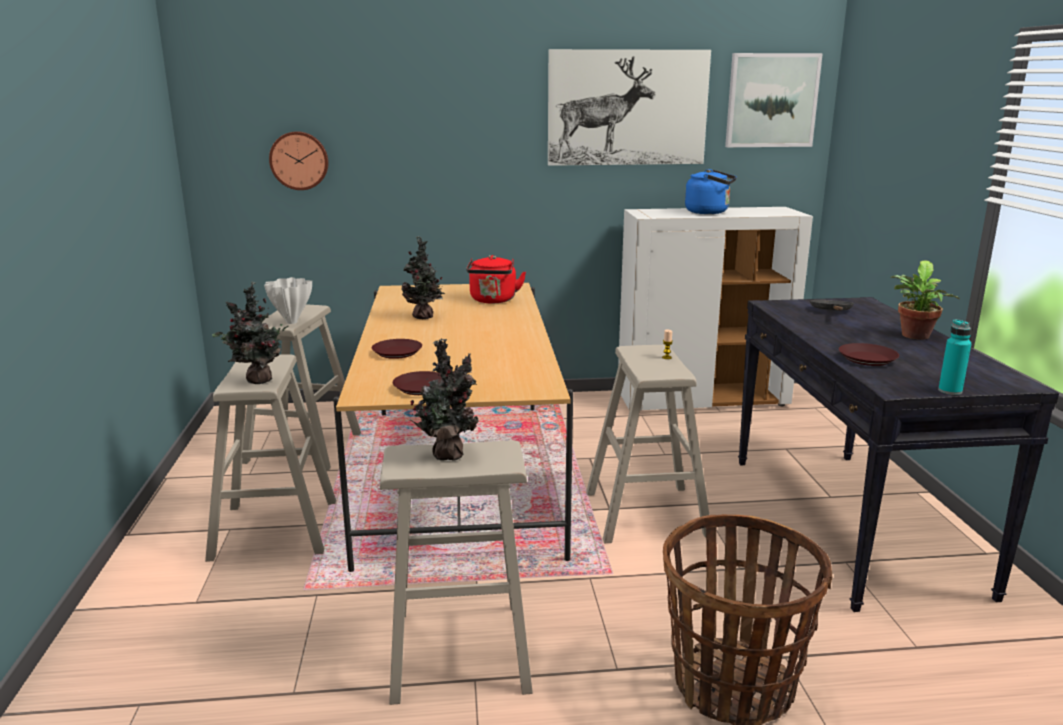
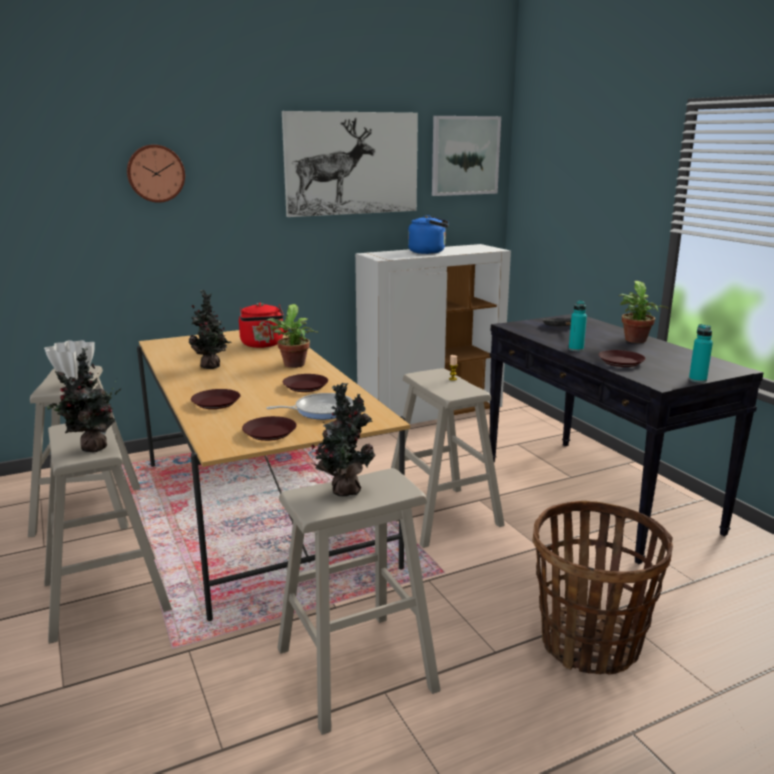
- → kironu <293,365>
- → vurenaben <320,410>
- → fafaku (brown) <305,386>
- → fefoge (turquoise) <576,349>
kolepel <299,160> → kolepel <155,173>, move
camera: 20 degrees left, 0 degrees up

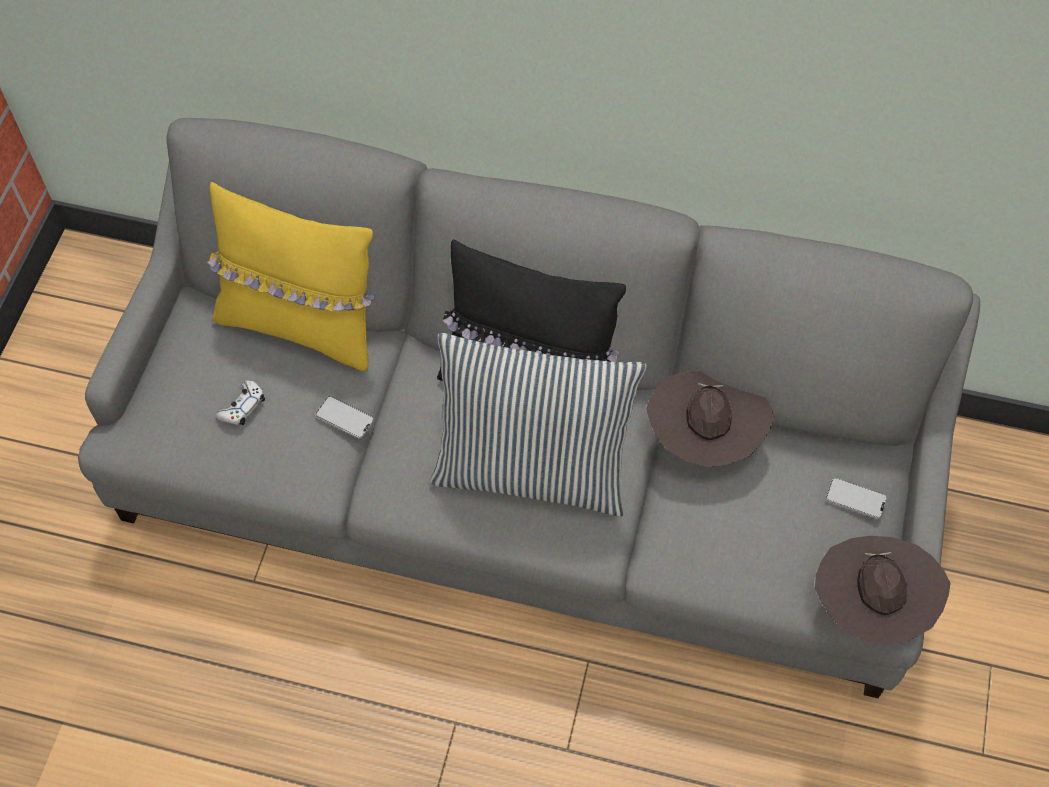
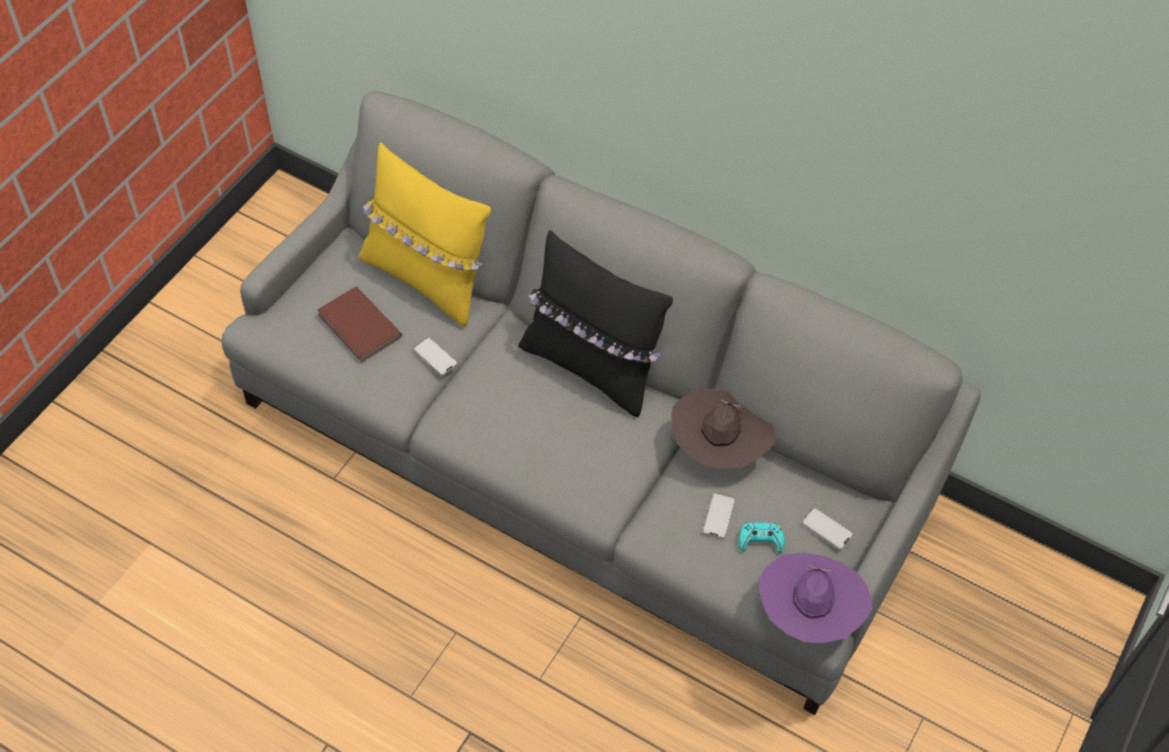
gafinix <532,470> → -
- → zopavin <718,516>
- → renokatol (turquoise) <760,540>
renokatol (white) <242,407> → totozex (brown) <358,327>
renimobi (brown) <870,606> → renimobi (purple) <807,615>
camera: 15 degrees right, 5 degrees down

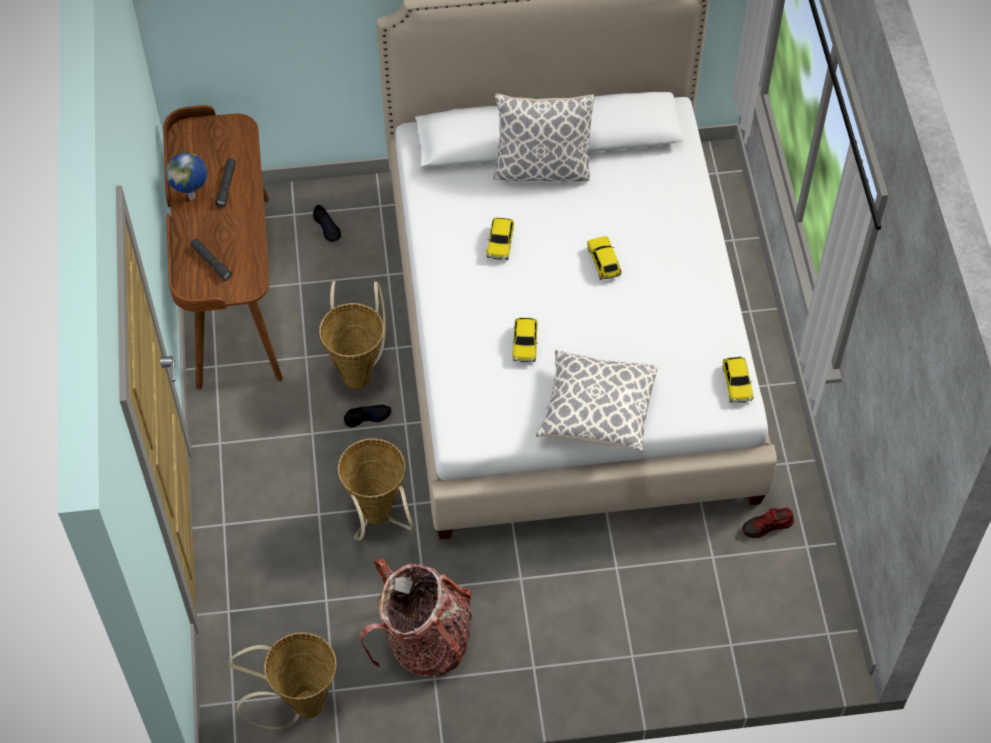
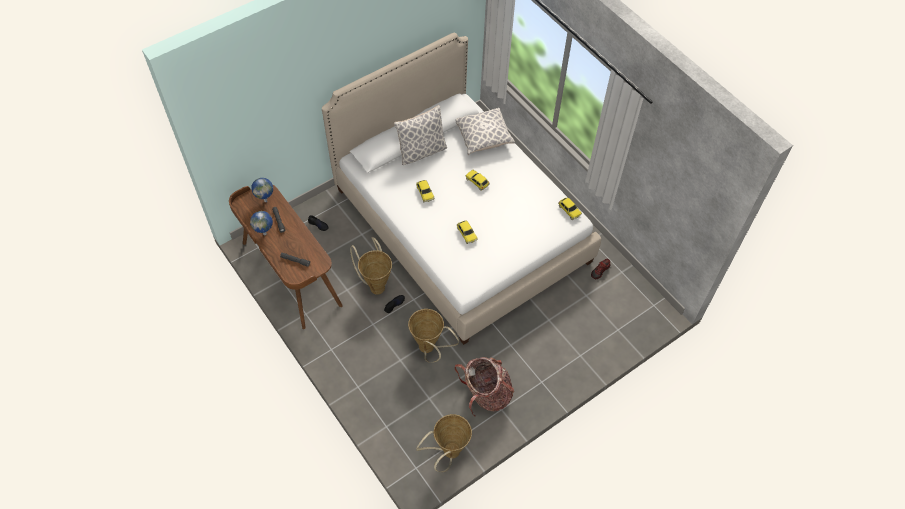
- → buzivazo <266,200>
gafinix <596,412> → gafinix <483,137>, move
camera: 30 degrees left, 0 degrees up

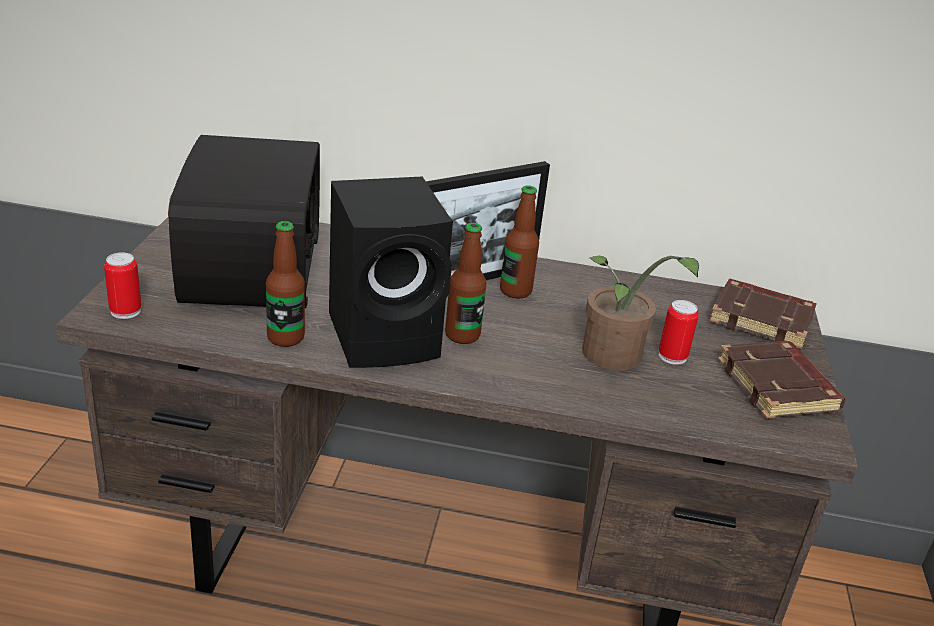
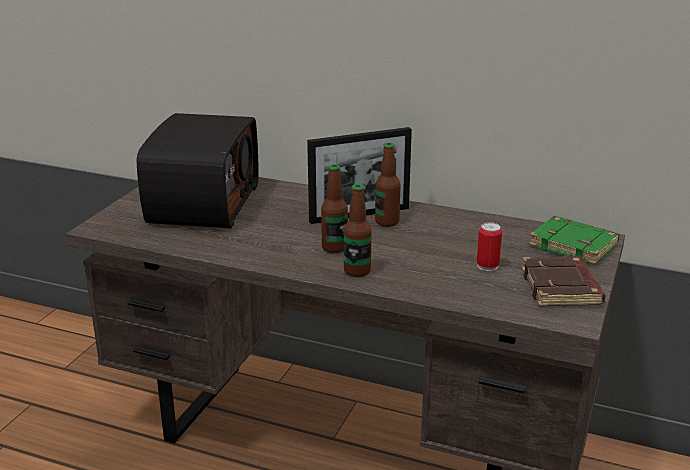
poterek <125,311> → -
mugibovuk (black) <388,336> → -
kironu <614,359> → -
fefoge <285,338> → fefoge <357,271>, move
totozex (brown) <762,320> → totozex (green) <574,245>
camera: 15 degrees right, 5 degrees down

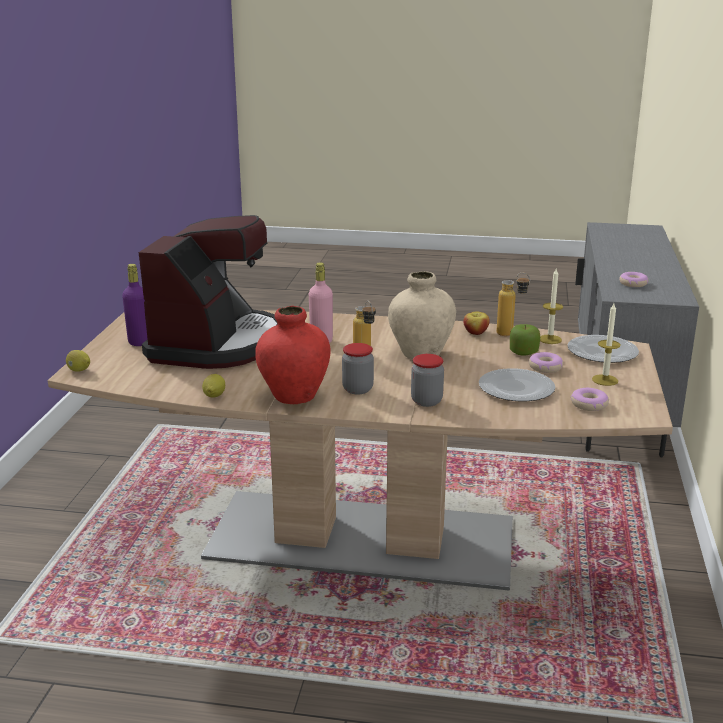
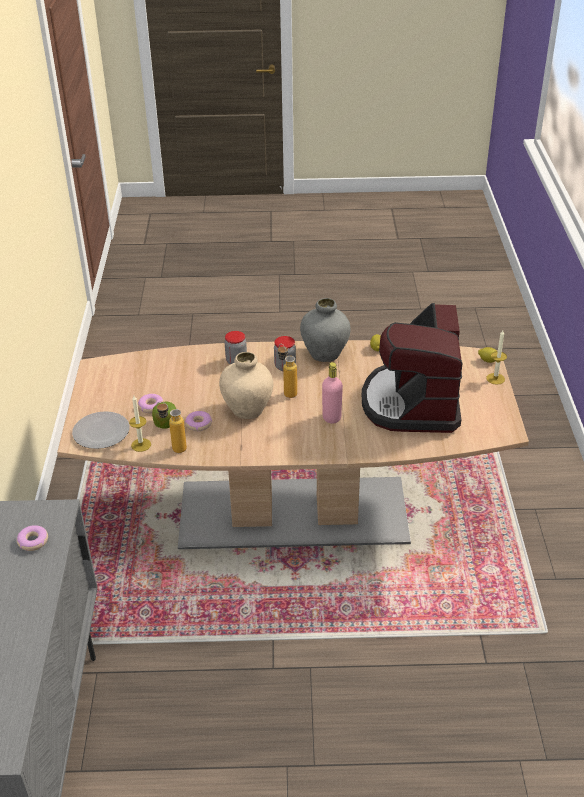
fefoge (purple) <139,342> → -
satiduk <475,332> → -
fafaku <515,388> → -
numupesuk <589,404> → numupesuk <198,424>, move
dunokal <605,380> → dunokal <495,378>, move
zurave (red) <294,396> → zurave (grey) <325,355>
camera: 170 degrees right, 15 degrees up

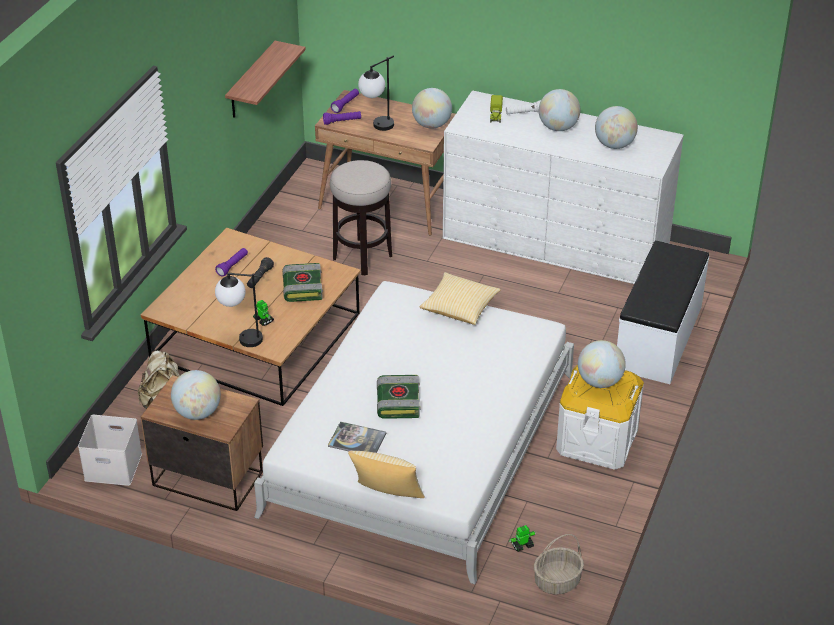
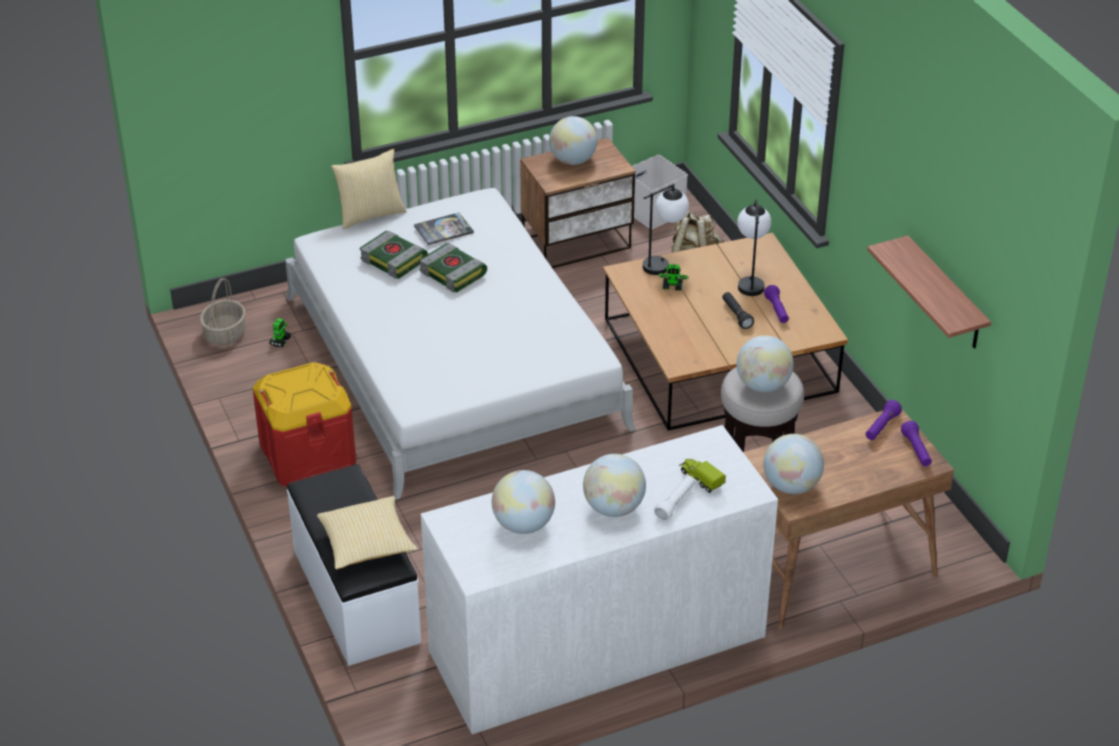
totozex <302,287> → totozex <395,260>, move
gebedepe <377,128> → gebedepe <750,281>, move
gafinix <460,307> → gafinix <367,544>, move
buzivazo <599,381> → buzivazo <763,385>, move
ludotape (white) <597,440> → ludotape (red) <307,454>
camera: 135 degrees right, 0 degrees up

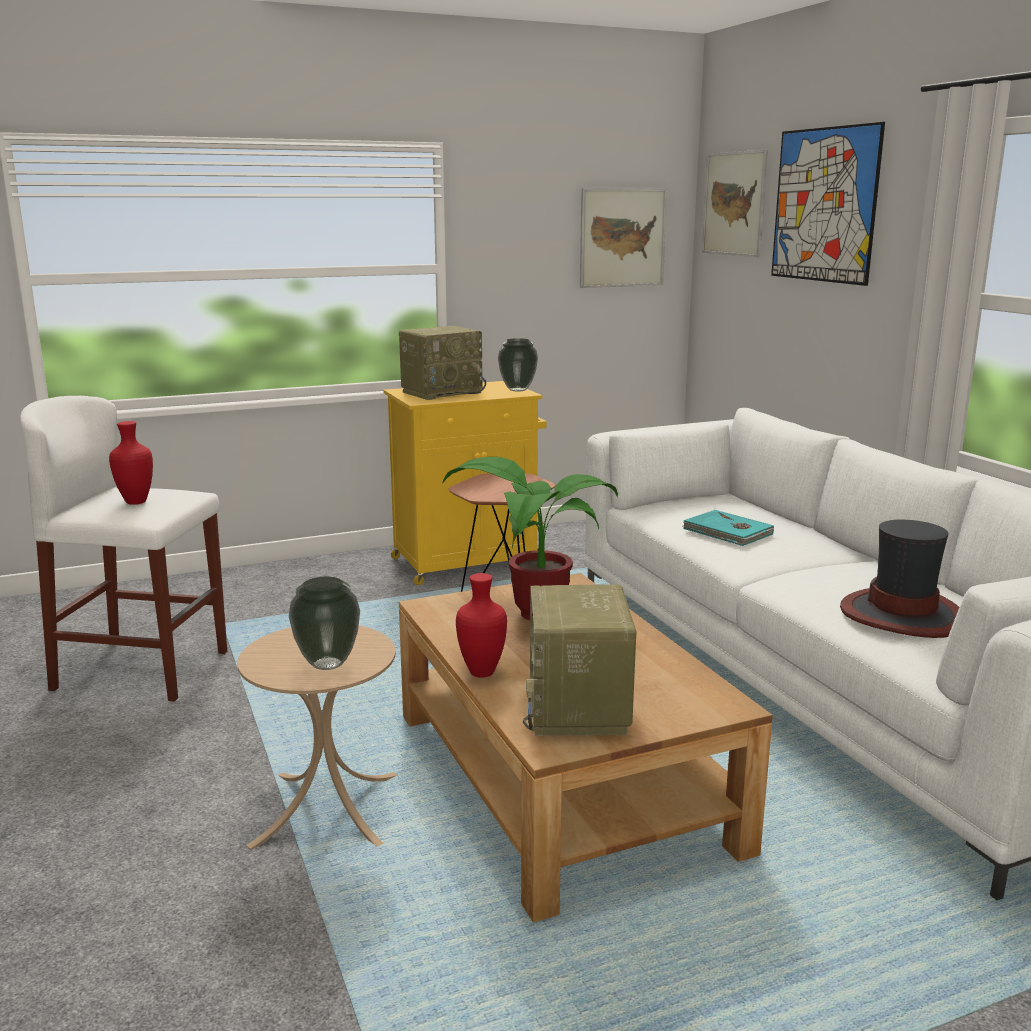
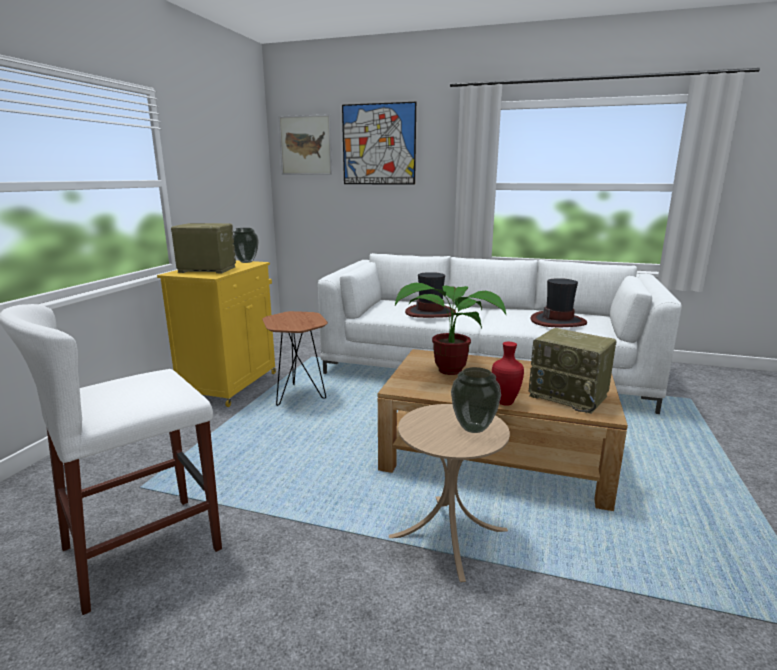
zurave (red) <134,502> → -
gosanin <622,238> → -
totozex (turquoise) <727,532> → renimobi <430,312>
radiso <442,392> → radiso <206,270>, 90 degrees counterclockwise
camera: 50 degrees left, 0 degrees up

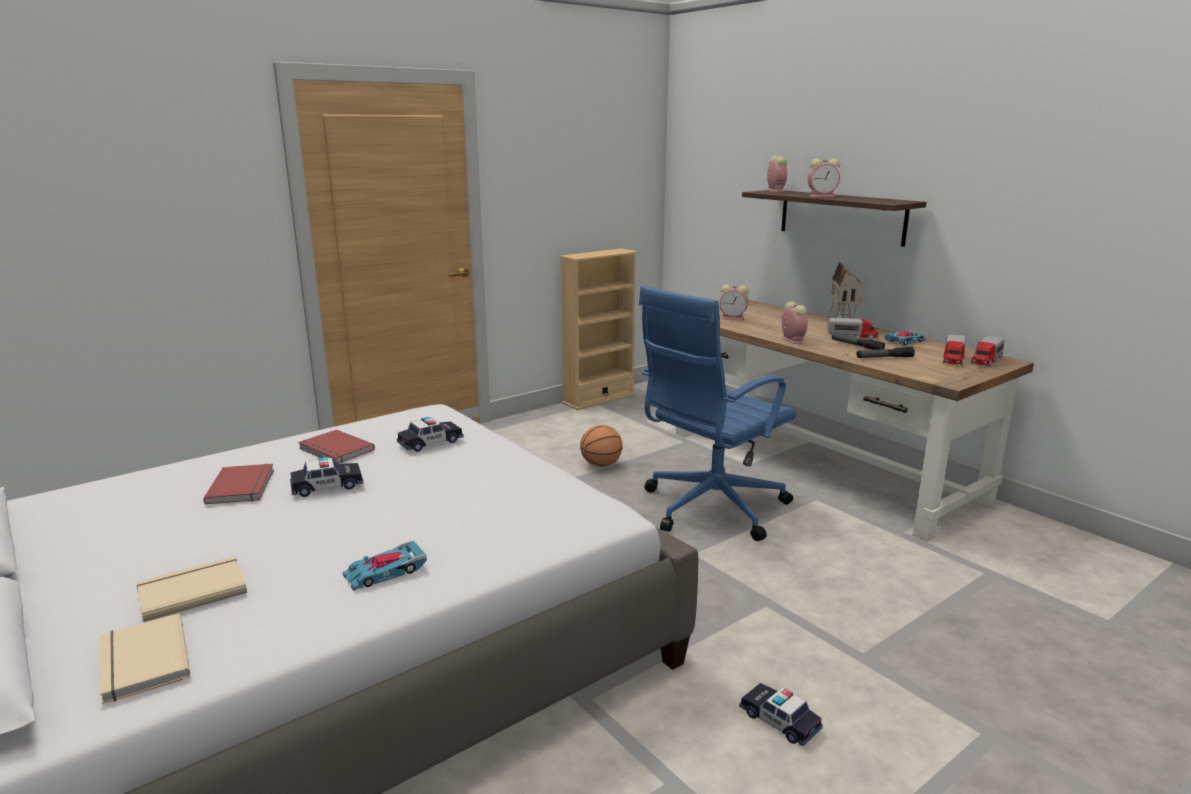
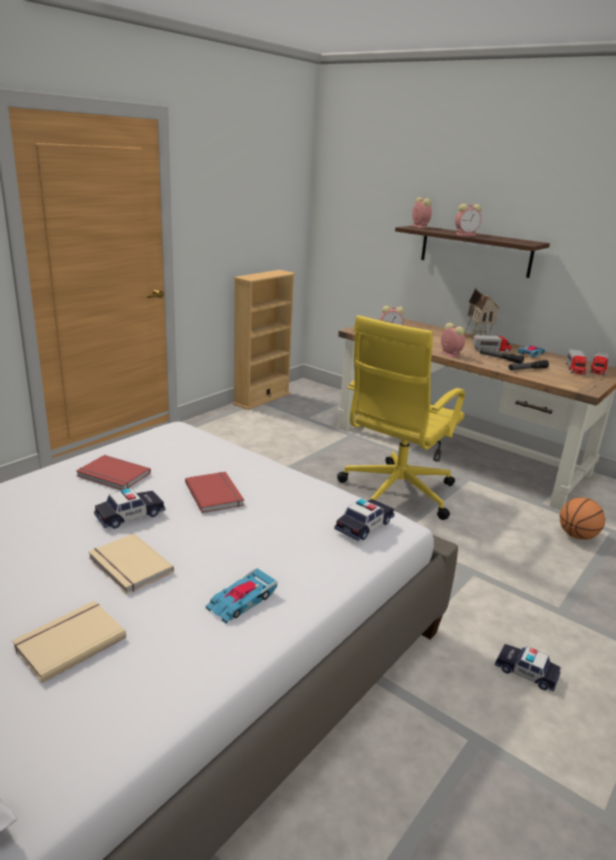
totozex (beige) <140,661> → totozex (beige) <128,566>, move
totozex (red) <243,486> → totozex (red) <216,493>, move
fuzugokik <430,442> → fuzugokik <364,525>, move
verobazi <601,465> → verobazi <577,536>, move
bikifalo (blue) <710,508> → bikifalo (yellow) <395,493>
camera: 15 degrees left, 5 degrees up

